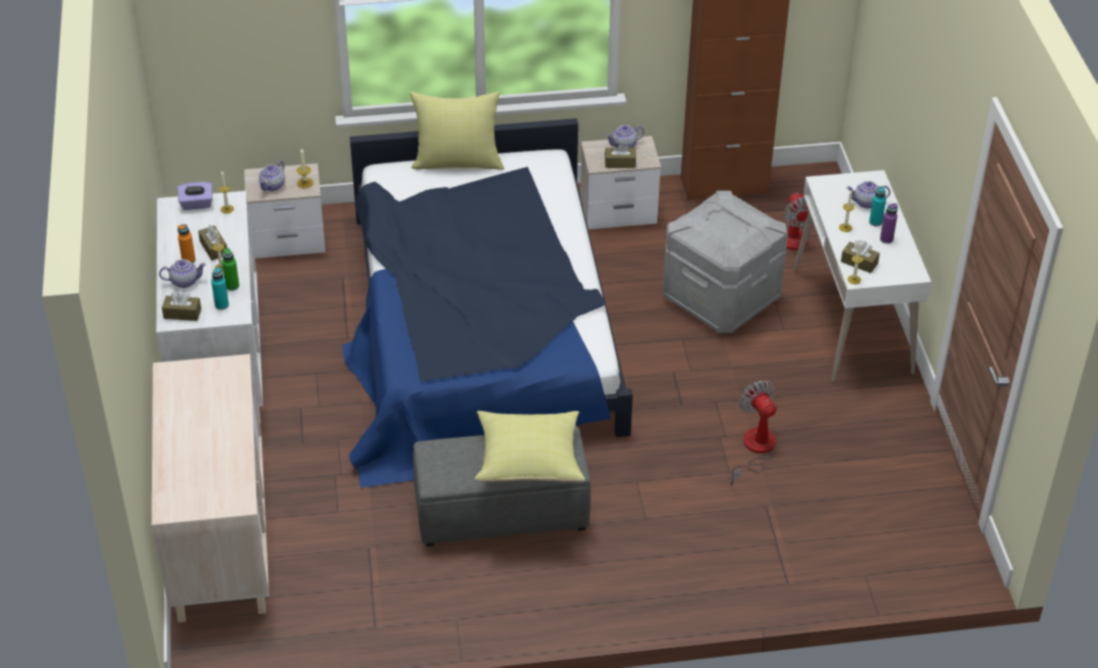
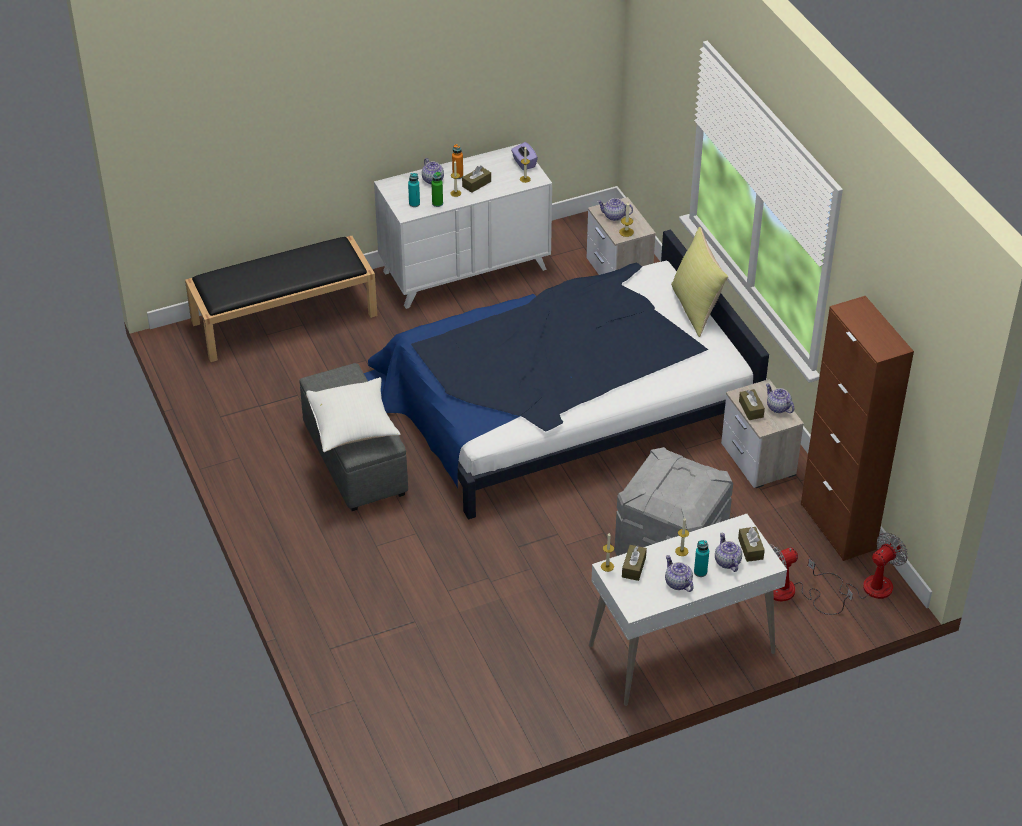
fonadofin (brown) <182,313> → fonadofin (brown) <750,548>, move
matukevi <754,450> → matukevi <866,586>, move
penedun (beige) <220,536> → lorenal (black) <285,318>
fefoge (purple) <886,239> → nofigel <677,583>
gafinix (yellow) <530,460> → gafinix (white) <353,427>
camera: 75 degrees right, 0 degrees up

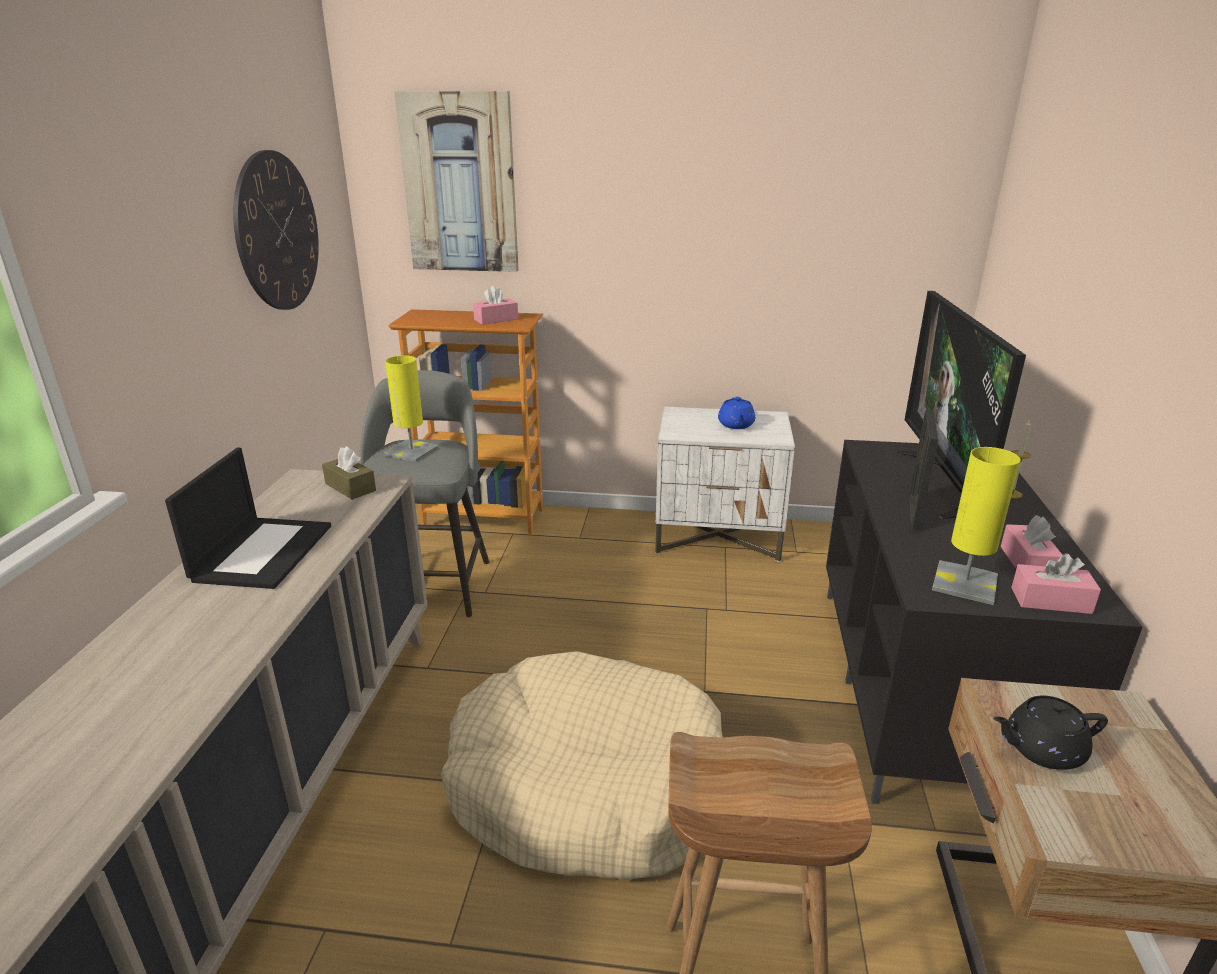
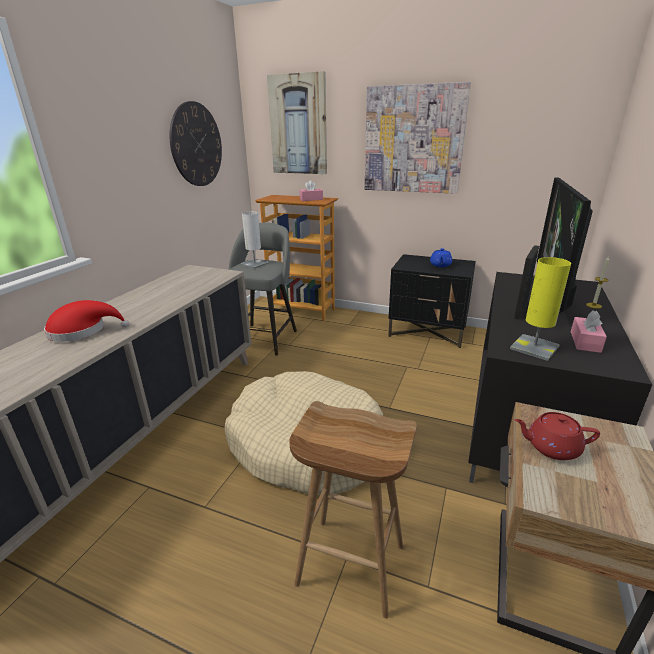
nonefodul <262,552> → -
fonadofin (brown) <350,487> → -
fonadofin (pink) <1051,600> → -
- → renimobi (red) <82,331>
- → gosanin <413,140>
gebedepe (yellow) <411,451> → gebedepe (white) <254,264>
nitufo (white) <718,536> → nitufo (black) <428,331>
nofigel (black) <1041,749> → nofigel (red) <551,447>
camera: 15 degrees right, 0 degrees up

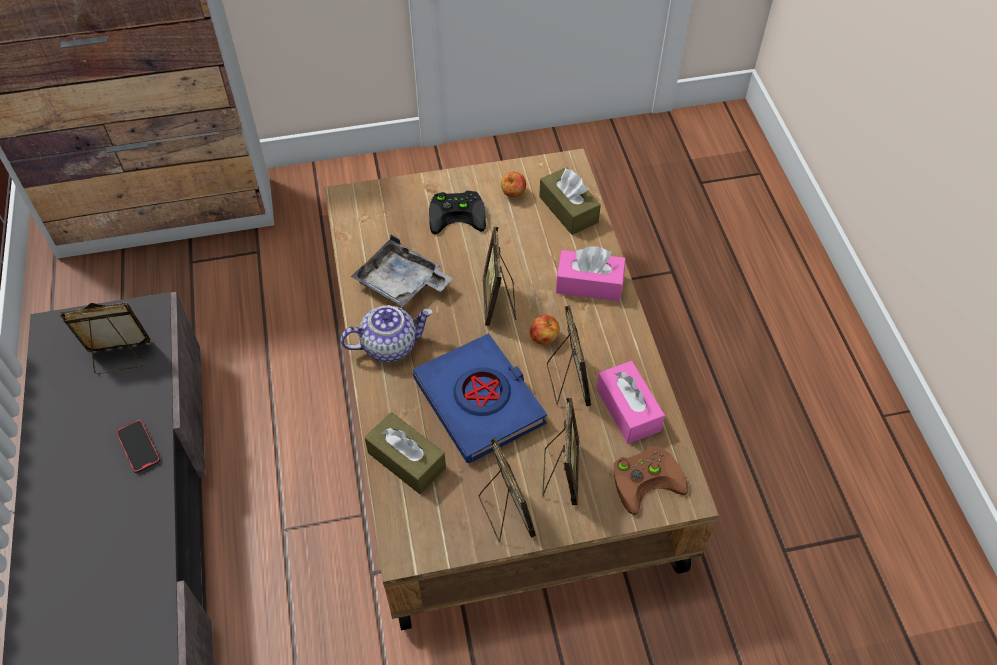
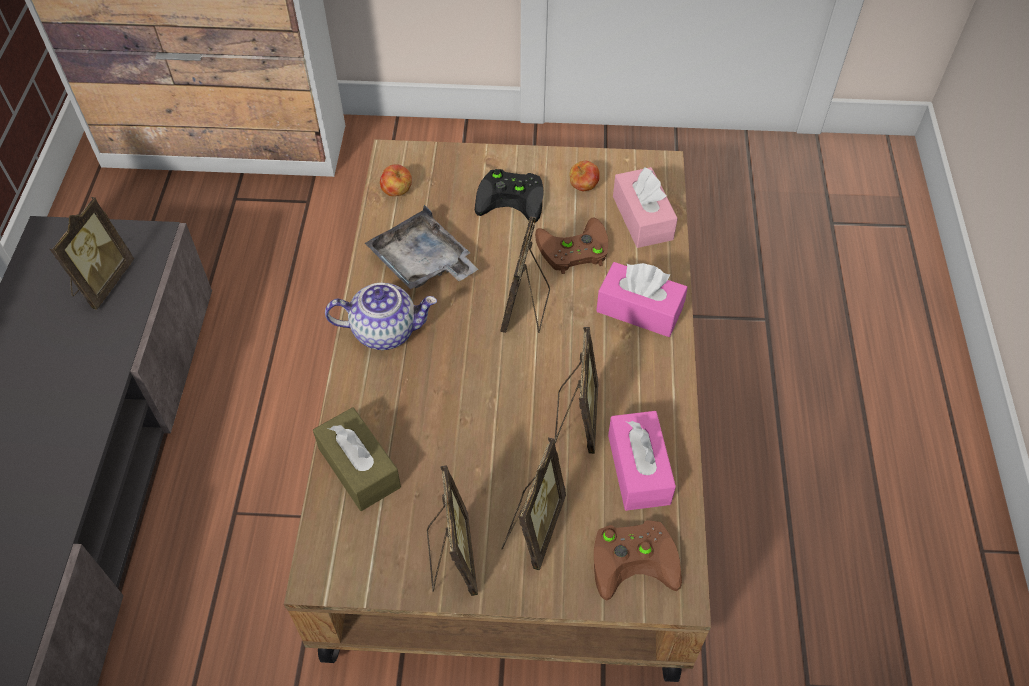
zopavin <139,447> → -
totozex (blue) <480,401> → -
- → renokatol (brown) <572,251>
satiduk <544,338> → satiduk <397,191>, move
fonadofin (brown) <568,209> → fonadofin (pink) <642,218>
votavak <120,358> → votavak <102,282>, 105 degrees clockwise
camera: 15 degrees right, 0 degrees up

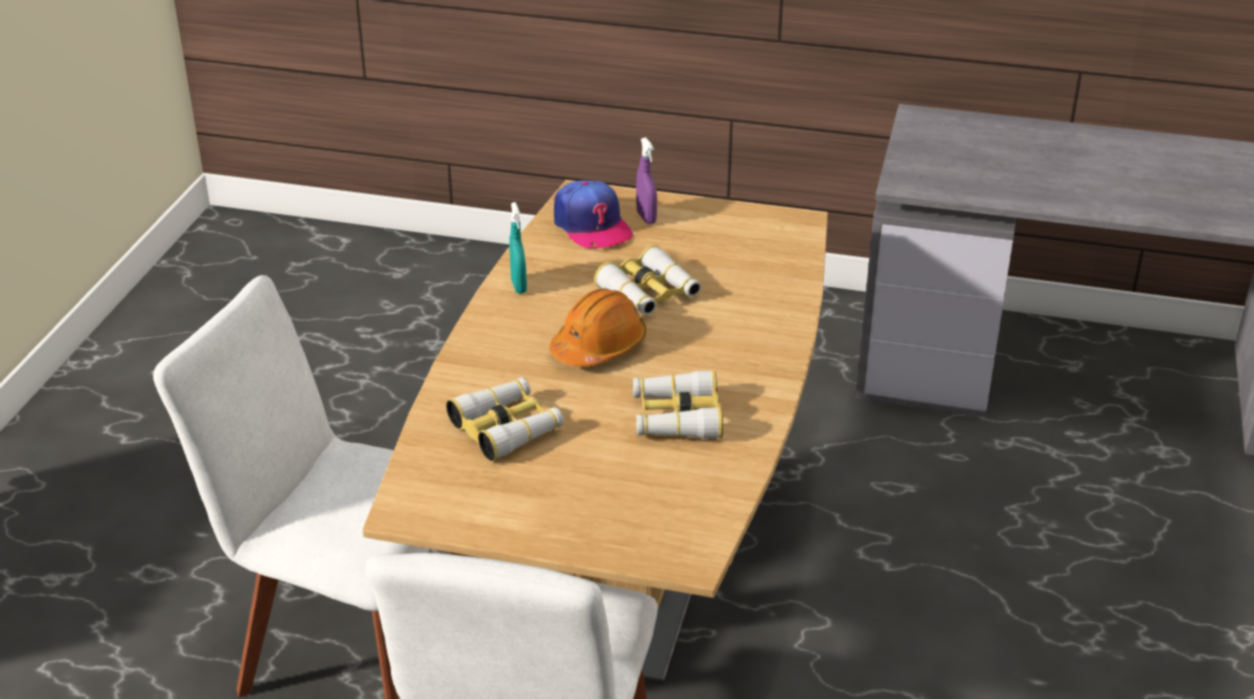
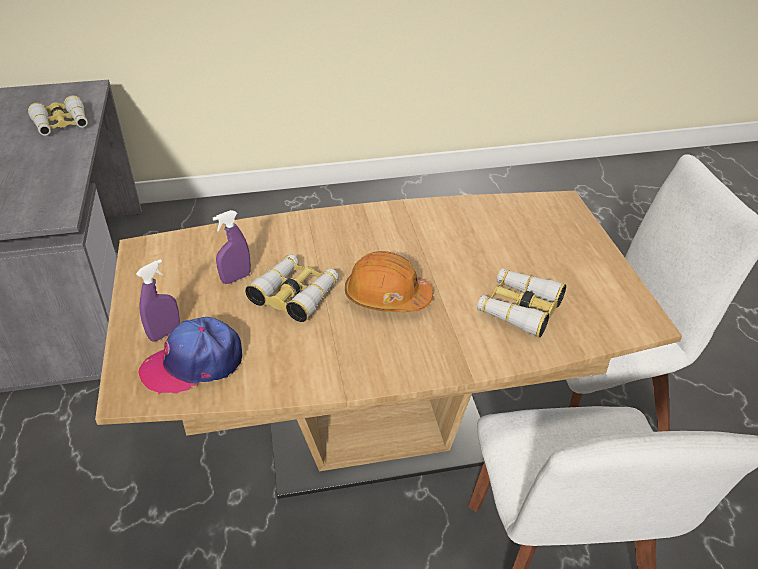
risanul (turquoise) <518,286> → -
- → risanul (purple) <236,278>
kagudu <676,417> → kagudu <61,124>, move
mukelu <592,225> → mukelu <193,364>, 150 degrees counterclockwise
camera: 115 degrees left, 5 degrees up

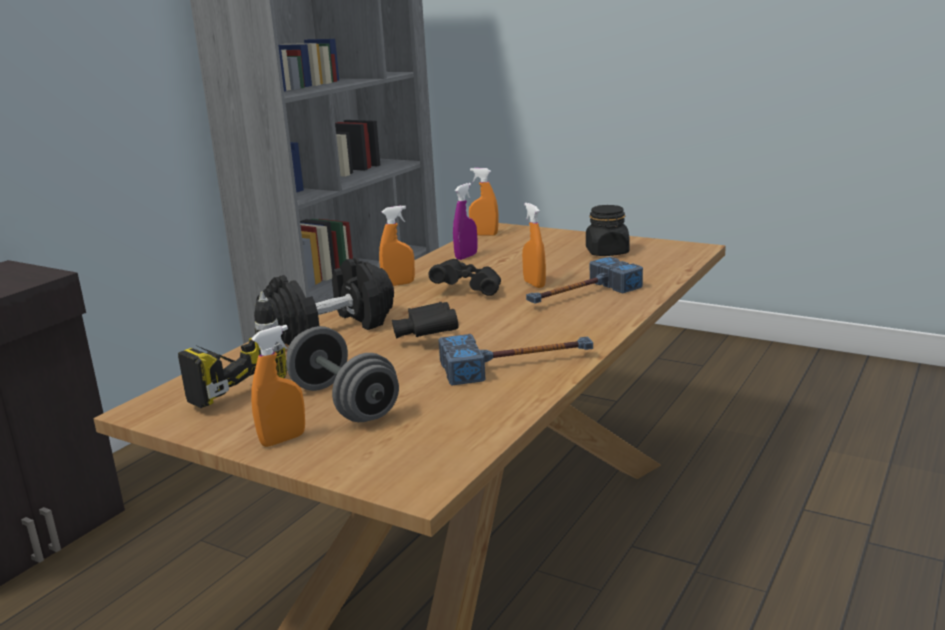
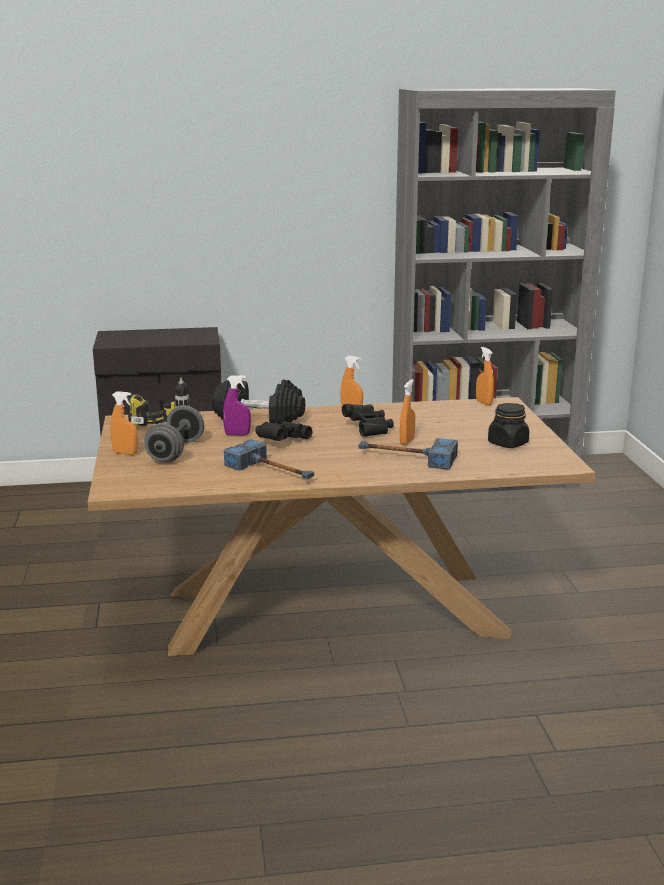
risanul (purple) <466,256> → risanul (purple) <237,434>, move
camera: 50 degrees right, 0 degrees up

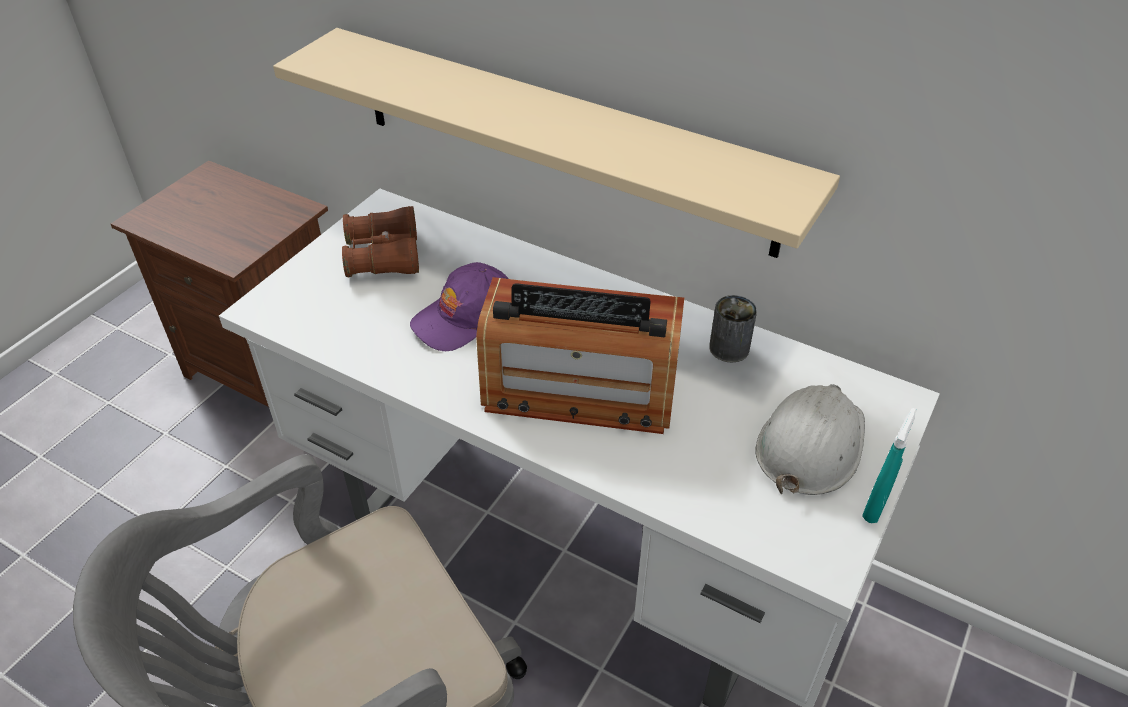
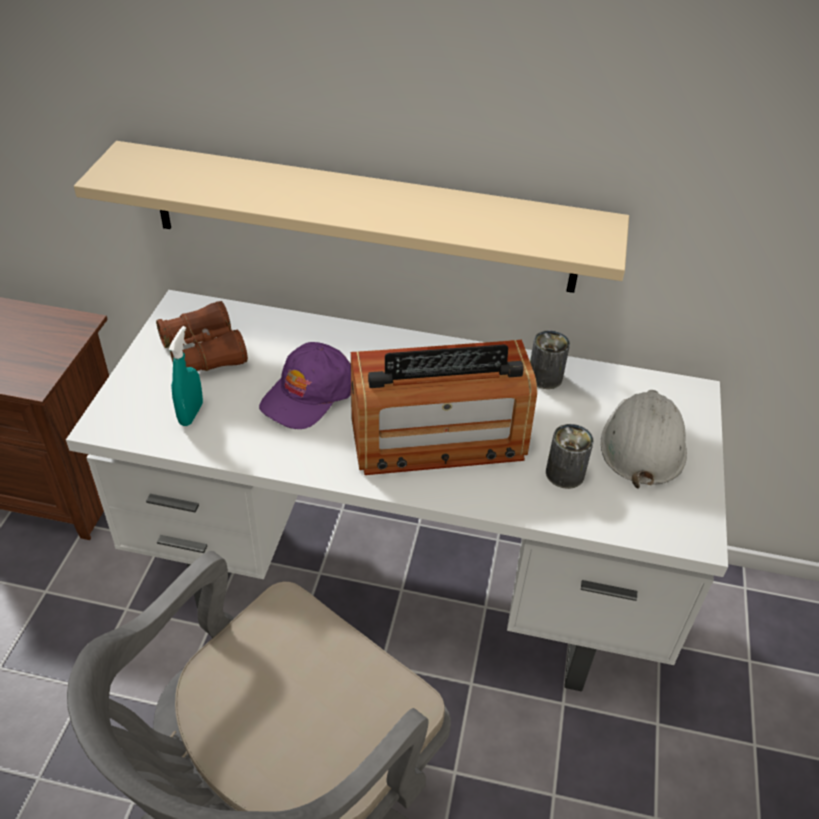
- → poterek <565,473>
risanul (turquoise) <875,507> → risanul (turquoise) <191,414>, move
camera: 20 degrees left, 0 degrees up

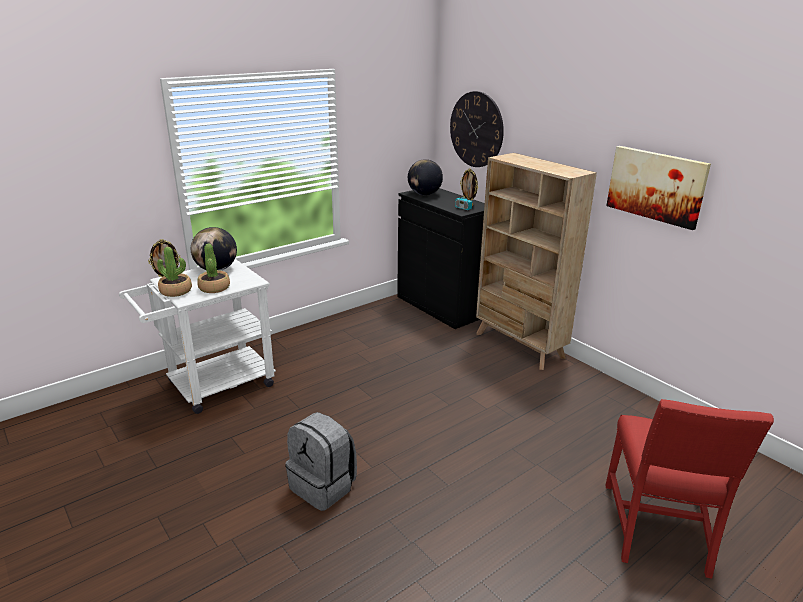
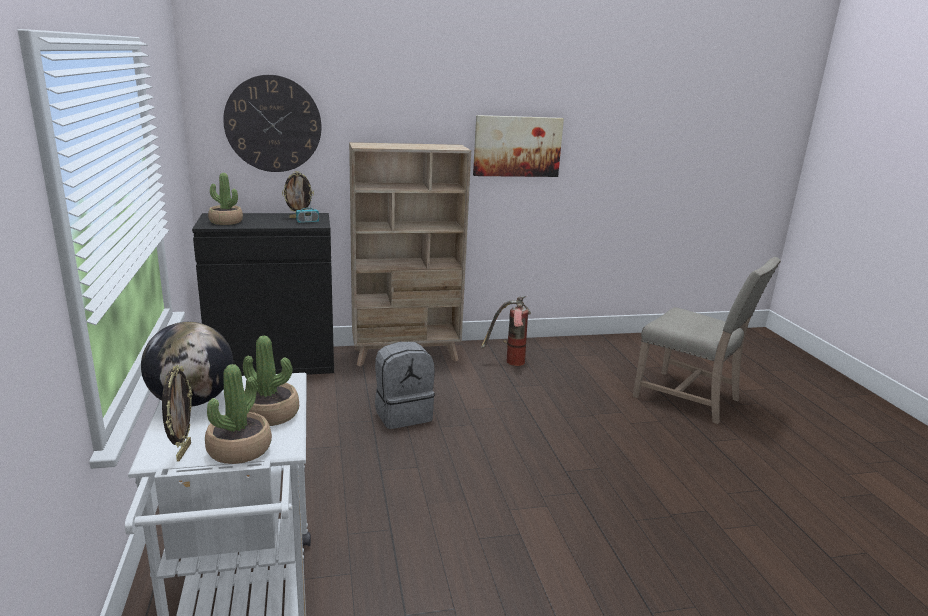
- → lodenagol <509,363>
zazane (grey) <324,486> → zazane (grey) <403,414>, move
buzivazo <424,194> → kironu <226,222>
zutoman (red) <658,531> → zutoman (beige) <690,398>
camera: 65 degrees left, 5 degrees down

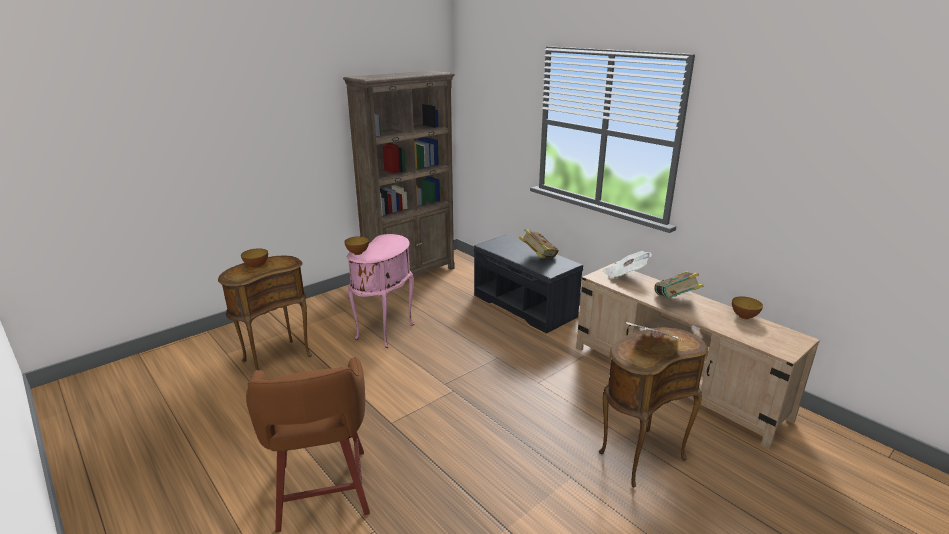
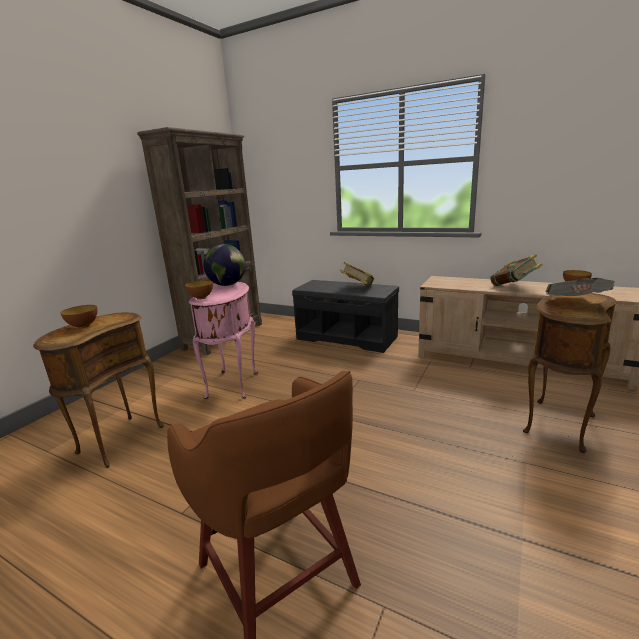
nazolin <624,275> → -
- → buzivazo <227,285>
camera: 20 degrees left, 5 degrees down

